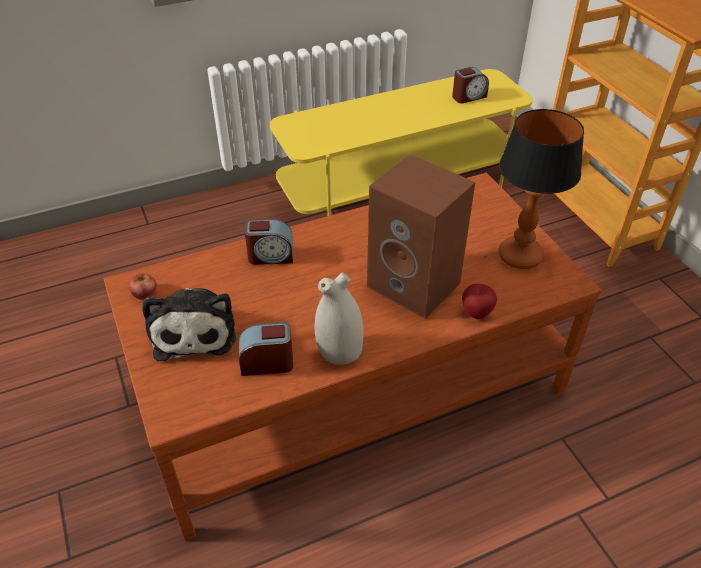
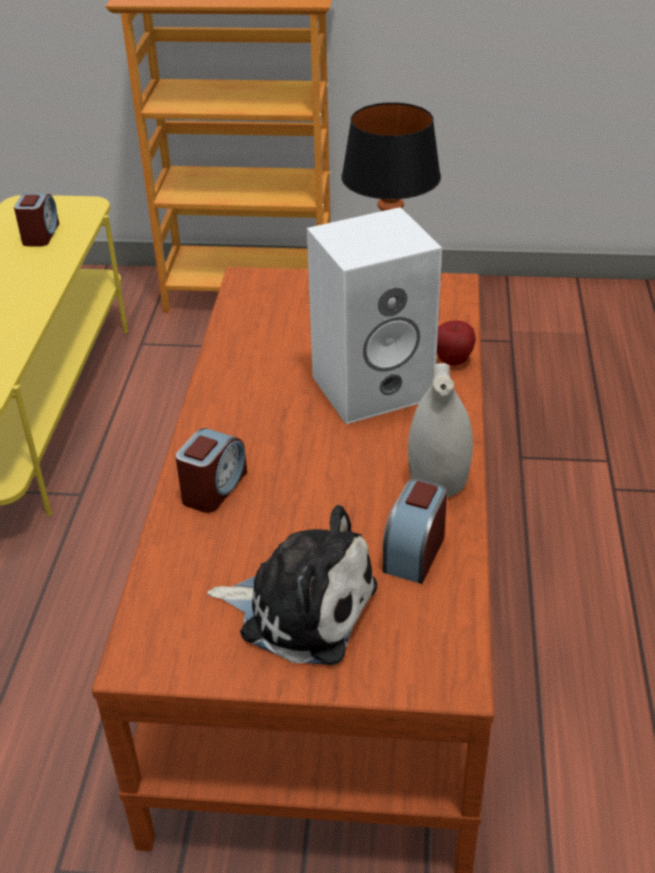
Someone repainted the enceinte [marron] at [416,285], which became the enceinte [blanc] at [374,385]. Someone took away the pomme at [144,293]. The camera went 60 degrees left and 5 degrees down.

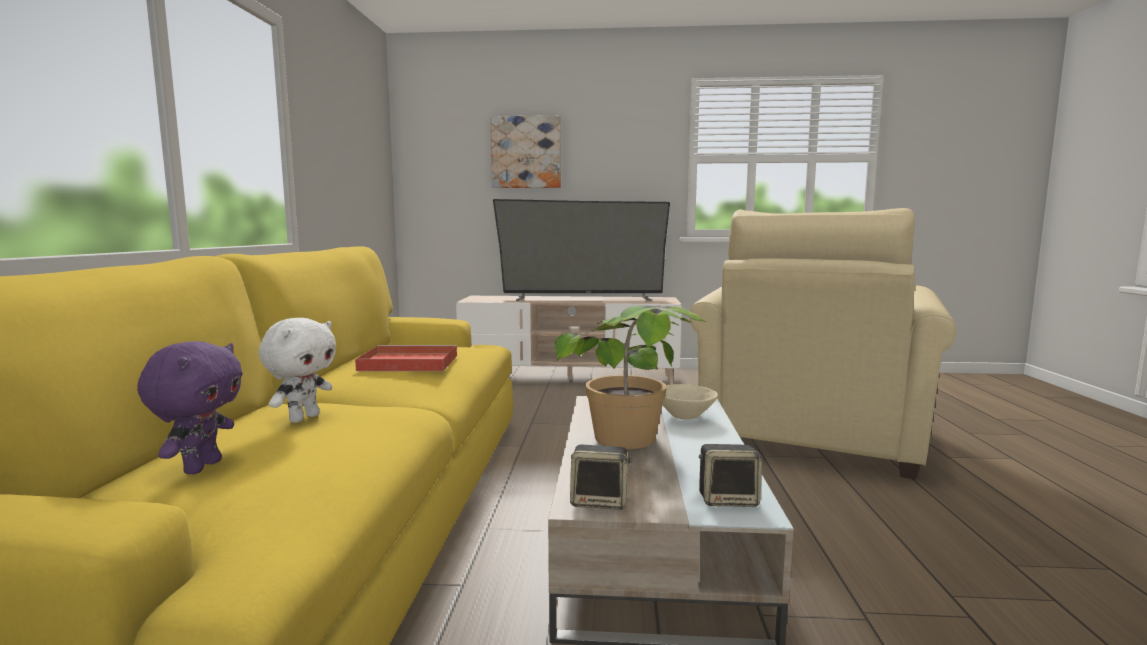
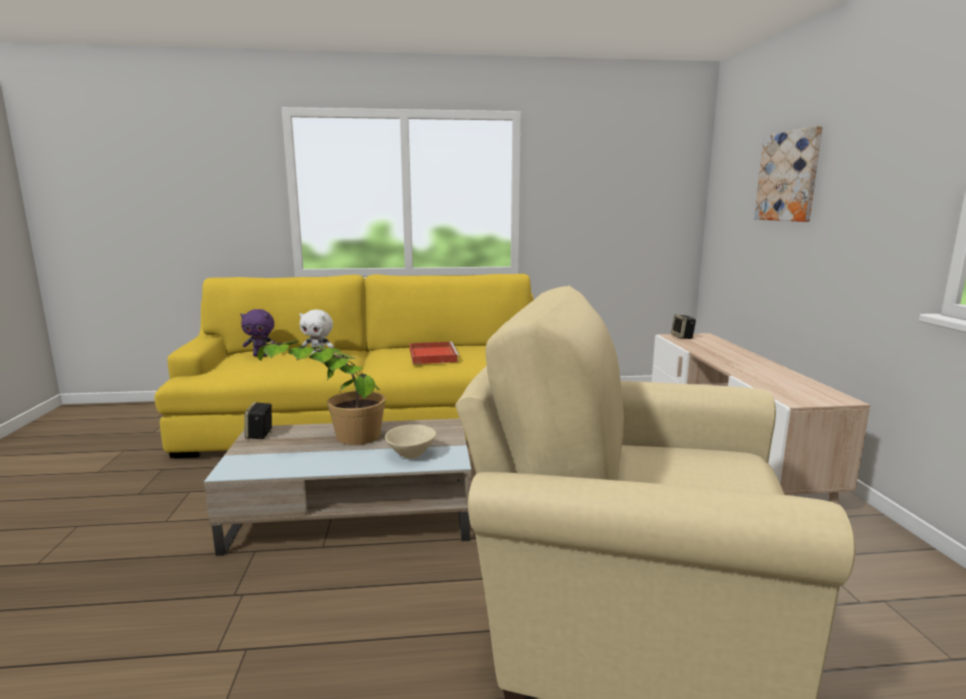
Someone carried the enceinte from [729,499] to [682,337]. Someone took away the téléviseur at [582,299]. The camera went 80 degrees right and 5 degrees up.

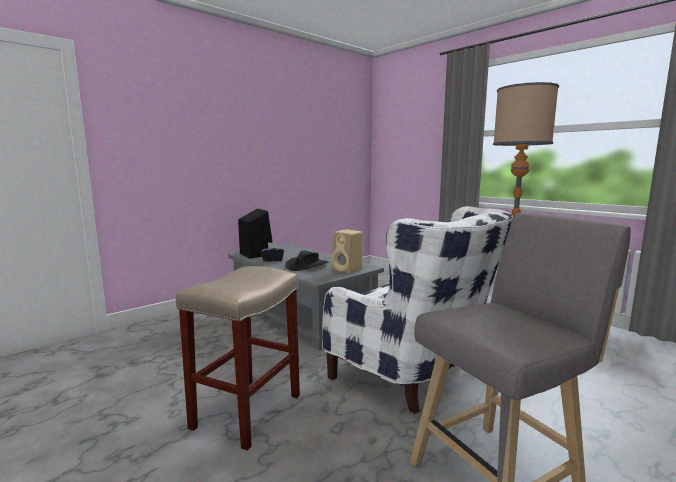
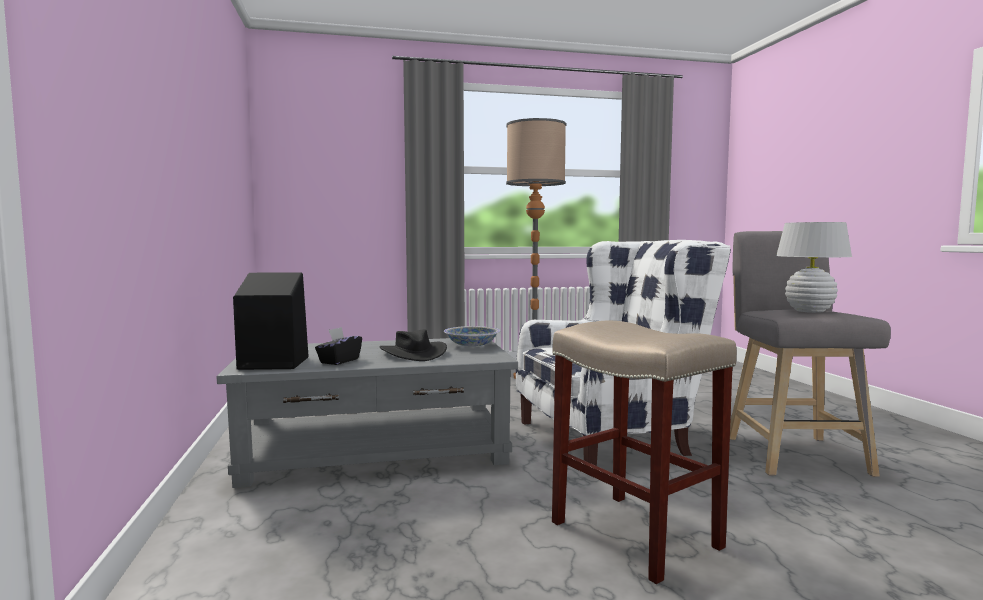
Someone swapped the enceinte [beige] at [348,270] for the bol at [472,345]. Someone put down the lampe de table [blanc] at [809,311]. The camera went 60 degrees left and 5 degrees down.

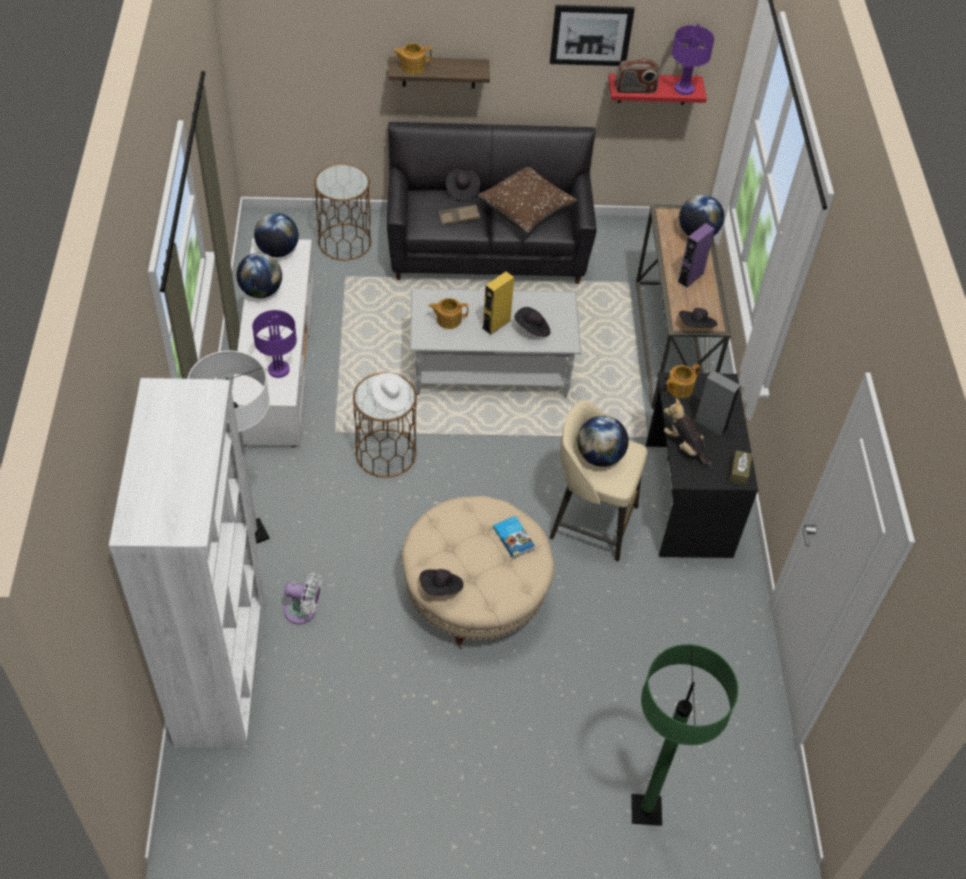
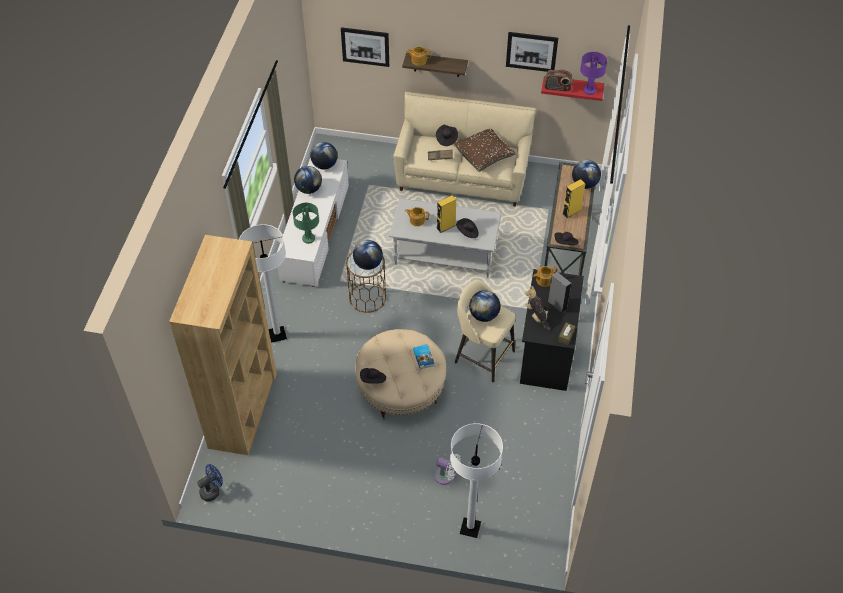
Someone repainted the bibliothèque [blanc] at [221,670], which became the bibliothèque [marron] at [243,410]. Someone put down the ventilateur [bleu] at [212,490]. Someone repainted the lampe de table [violet] at [278,370], which became the lampe de table [vert] at [308,238]. Someone put up the tableau at [365,46]. Someone swapped the chapeau [blanc] at [390,398] for the globe at [368,264]. Someone repainted the canapé [noir] at [487,250], which became the canapé [beige] at [462,178]. Someone carried the ventilateur [blanc] from [303,611] to [446,476]. Someone repainted the lampadaire [vert] at [646,810], which became the lampadaire [blanc] at [470,528]. Someone repainted the enceinte [violet] at [690,277], which became the enceinte [jaune] at [571,212]. Someone took away the table d'appoint [marron] at [344,242]. The camera went 15 degrees right and 0 degrees up.

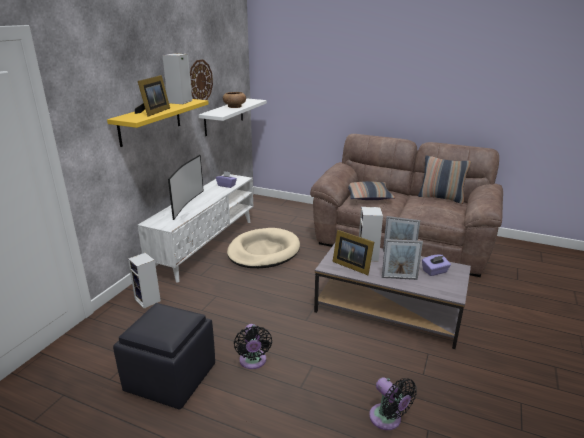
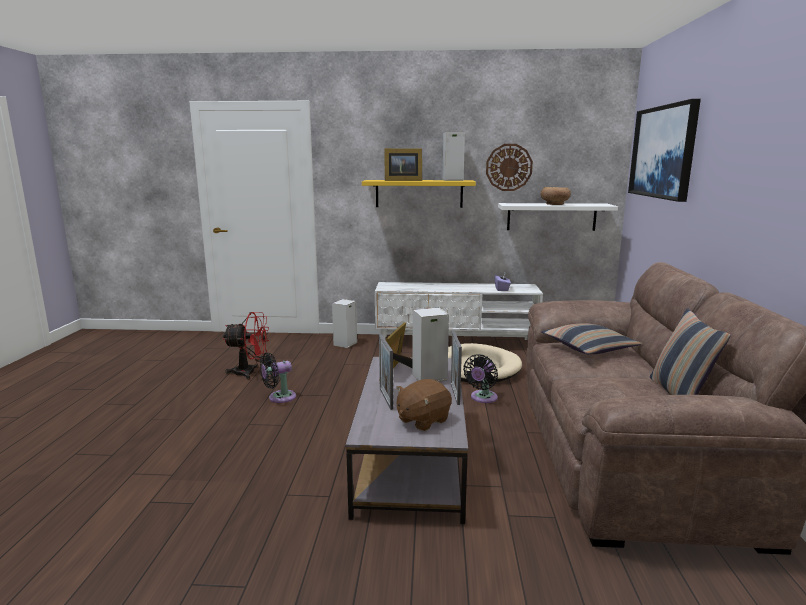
Someone swapped the pouf [noir] at [170,378] for the ventilateur [rouge] at [250,373]. Someone swapped the boîte à mouchoirs [violet] at [435,271] for the peluche [marron] at [422,420]. Someone carried the ventilateur [noir] from [387,419] to [482,398]. Someone put up the tableau at [663,152]. Someone took away the téléviseur at [186,204]. The camera went 70 degrees right and 10 degrees down.

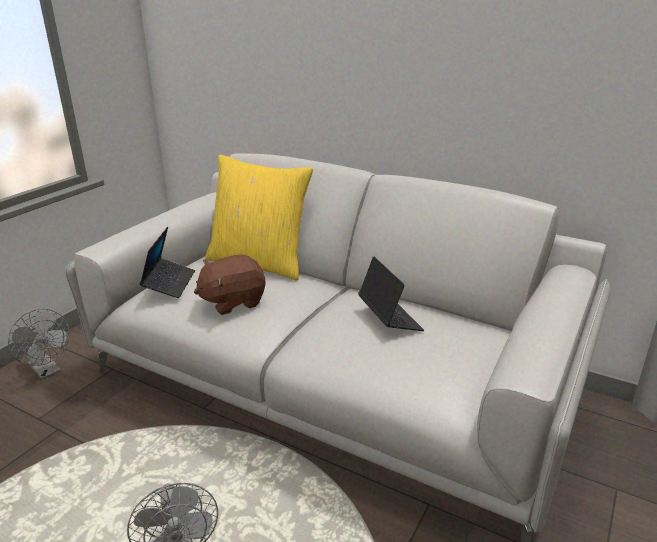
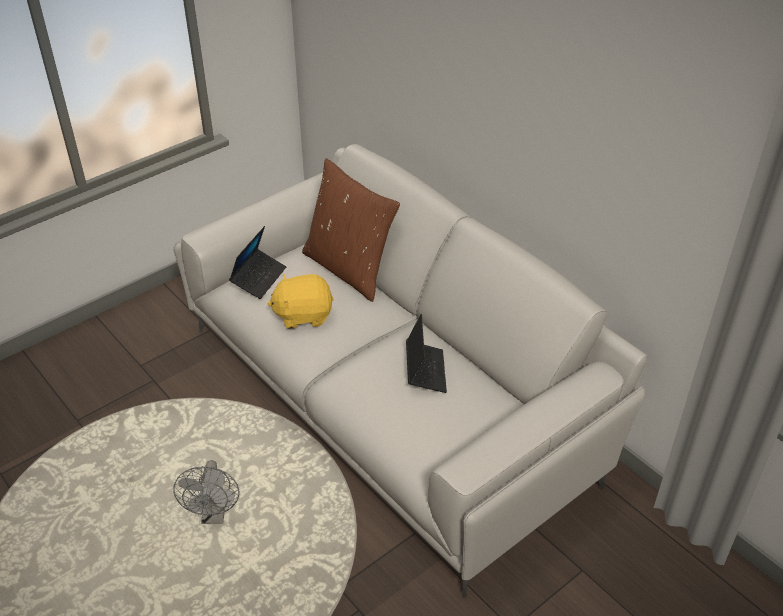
Someone repainted the peluche [marron] at [232,301], which became the peluche [jaune] at [303,315]. Someone repainted the coussin [jaune] at [259,262], which became the coussin [marron] at [349,269]. Someone took away the ventilateur [gris] at [48,371]. The camera went 20 degrees right and 15 degrees up.

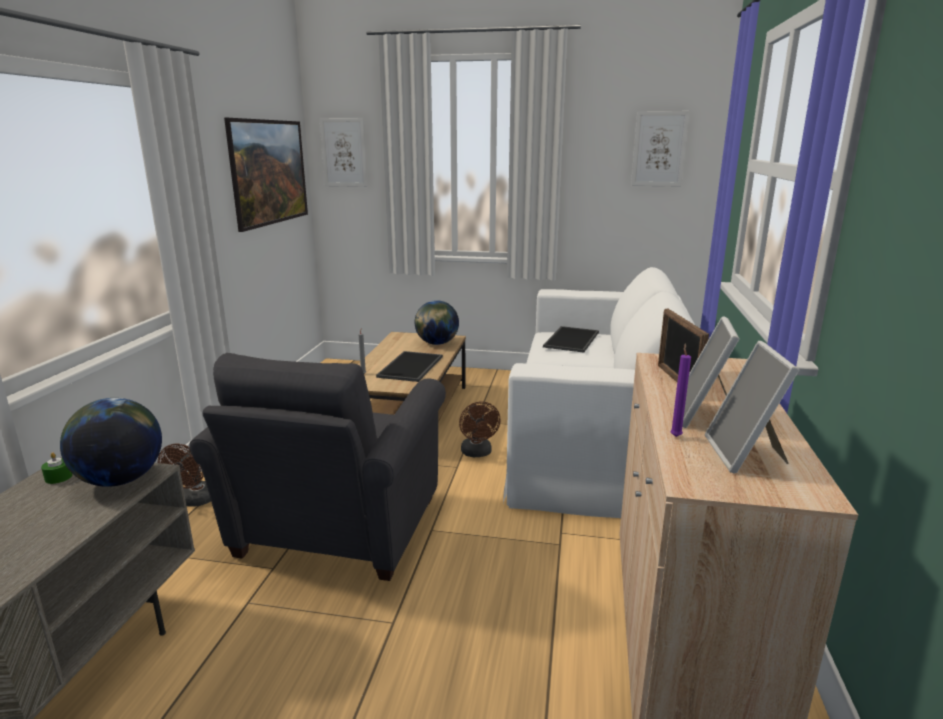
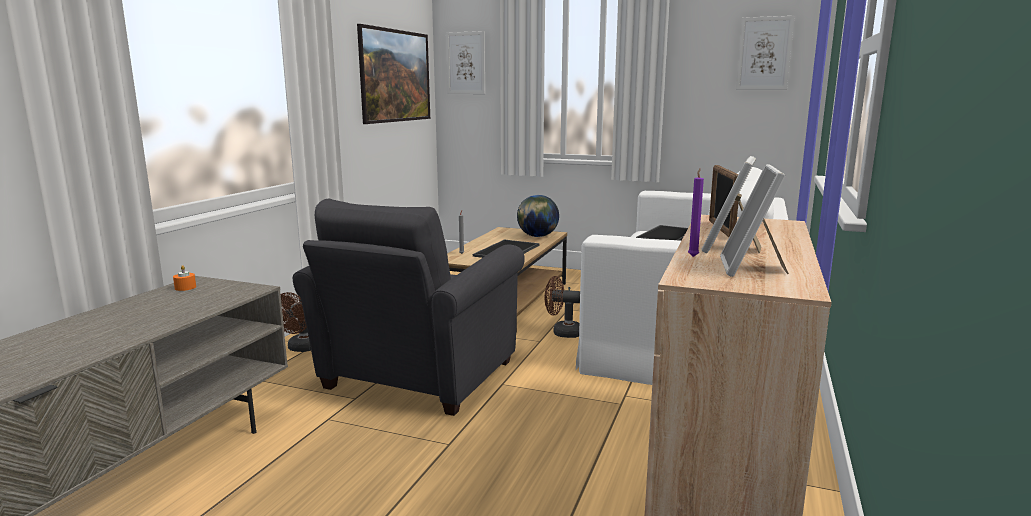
Someone repainted the bougie [vert] at [58,477], which became the bougie [orange] at [185,287]. Someone rotated the ventilateur [marron] at [477,453] by 105 degrees clockwise. Someone took away the globe at [120,479]. The camera went 10 degrees right and 5 degrees down.

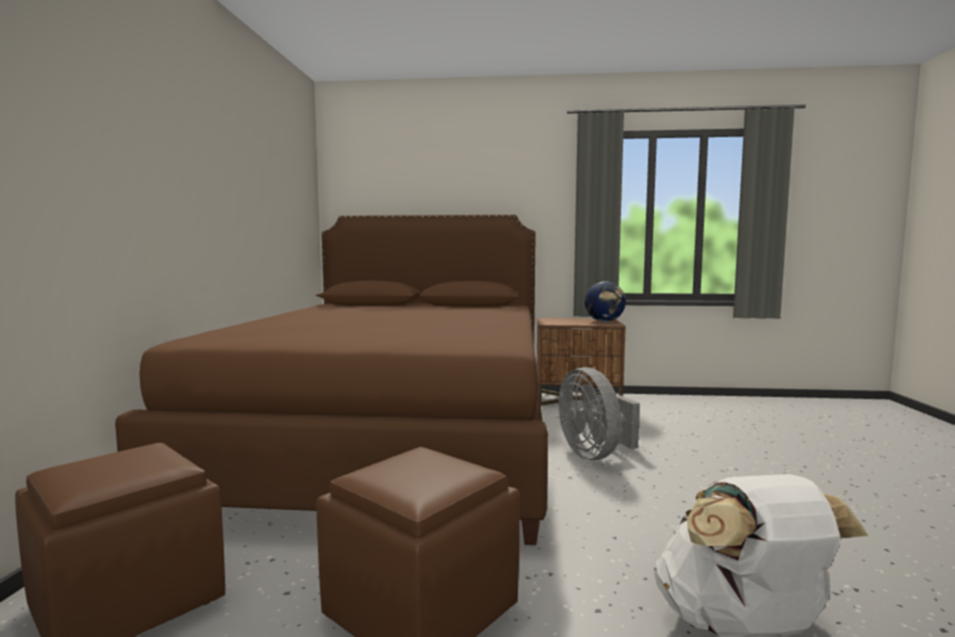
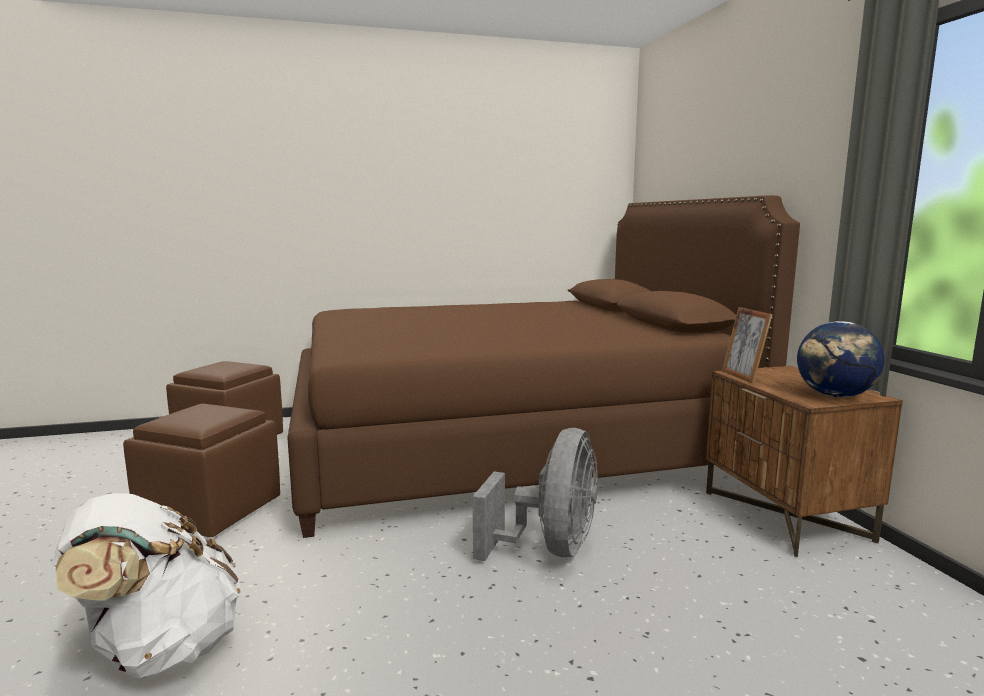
Someone rotated the ventilateur [gris] at [594,454] by 150 degrees clockwise. Someone put down the cadre photo at [743,377]. The camera went 70 degrees right and 5 degrees up.

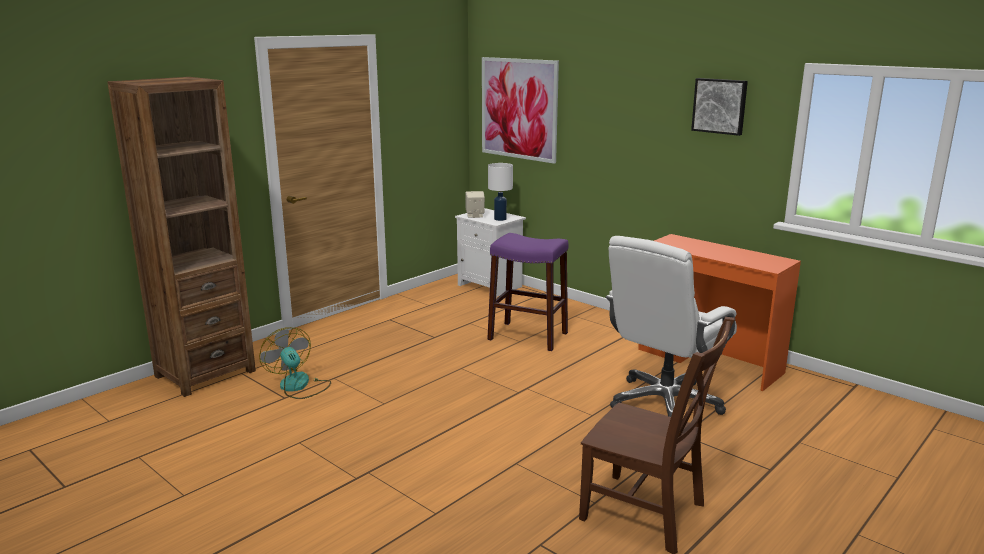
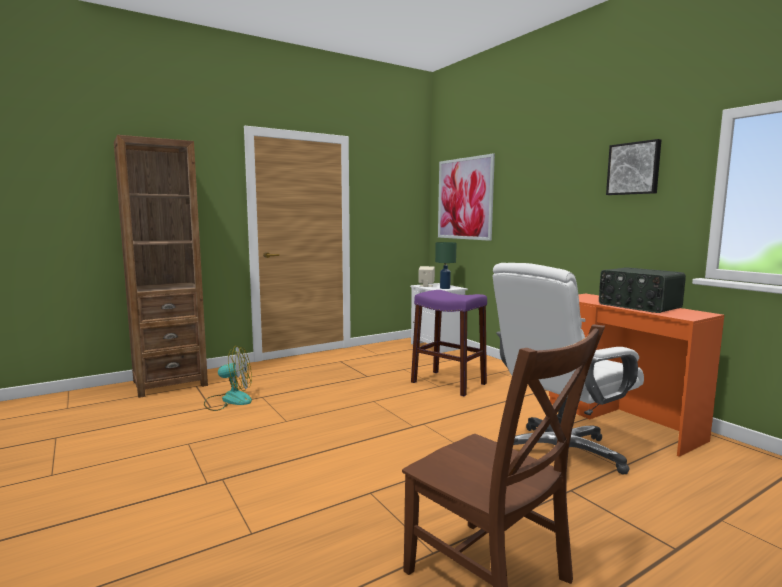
Someone rotated the ventilateur at [298,386] by 105 degrees clockwise. Someone repainted the lampe de table [blanc] at [500,219], which became the lampe de table [vert] at [445,288]. Someone put down the radio at [638,306]. The camera went 15 degrees right and 10 degrees down.

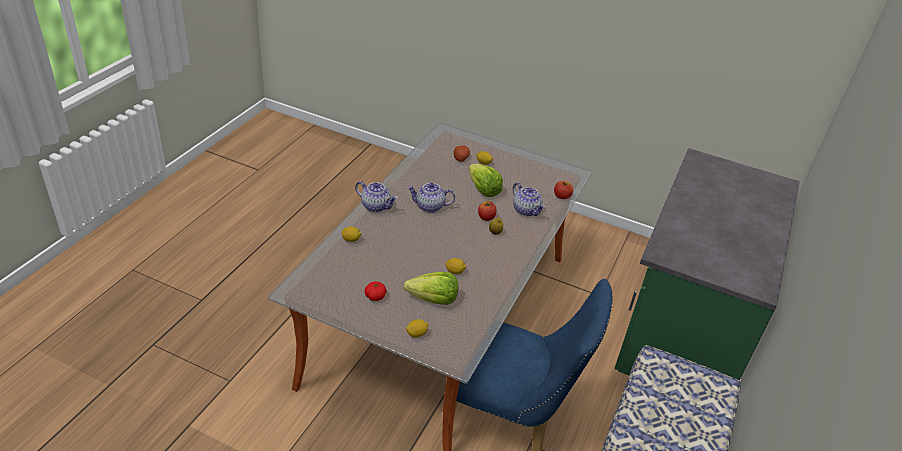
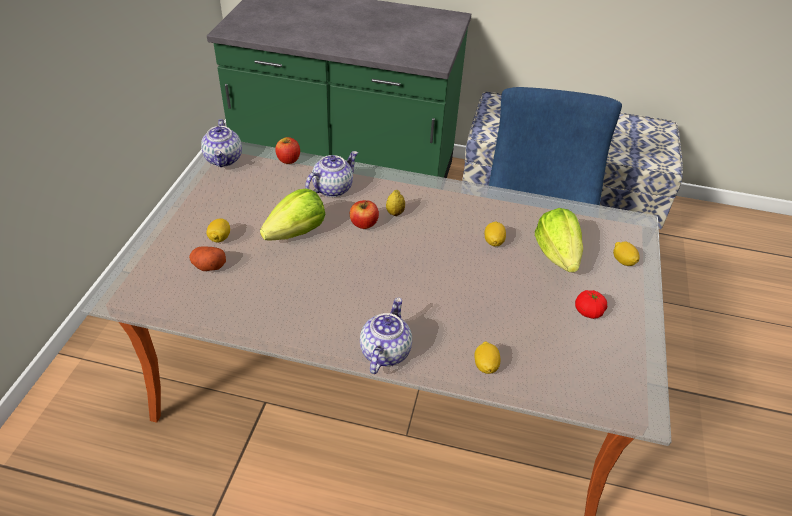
Someone carried the théière from [429,207] to [224,159]. The camera went 100 degrees left and 5 degrees up.

